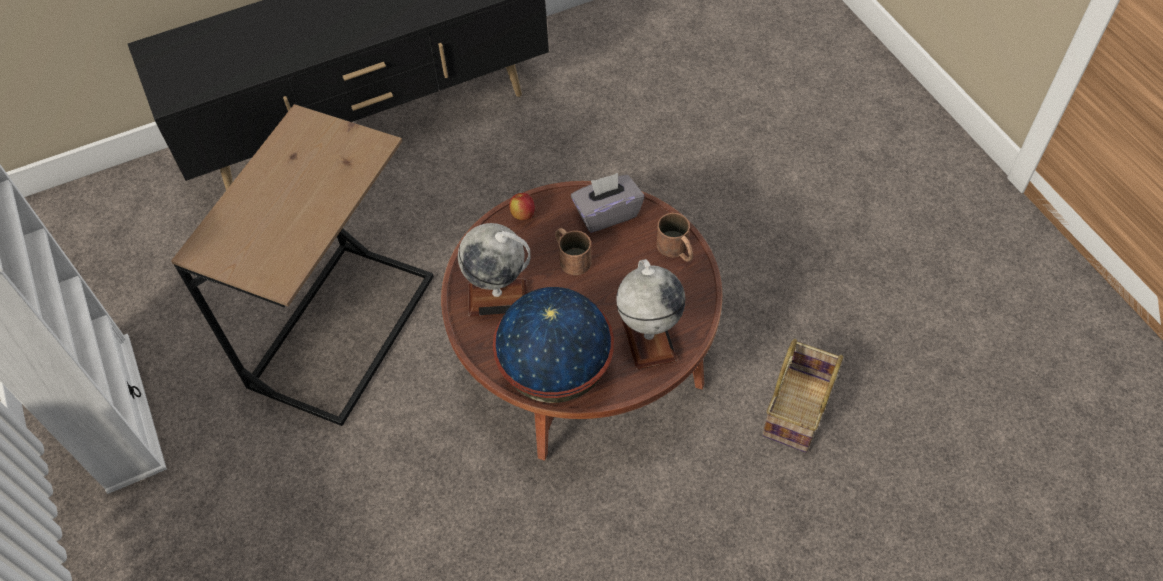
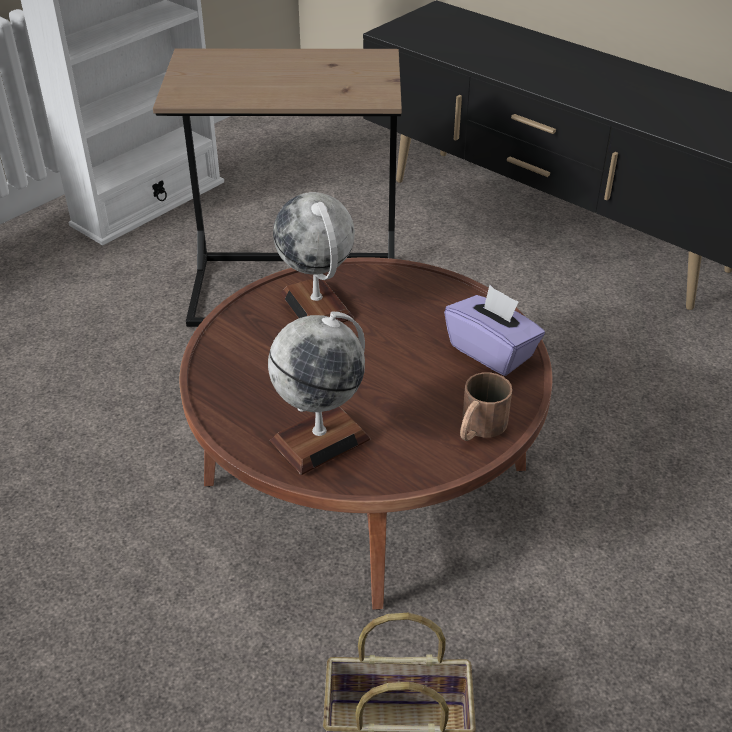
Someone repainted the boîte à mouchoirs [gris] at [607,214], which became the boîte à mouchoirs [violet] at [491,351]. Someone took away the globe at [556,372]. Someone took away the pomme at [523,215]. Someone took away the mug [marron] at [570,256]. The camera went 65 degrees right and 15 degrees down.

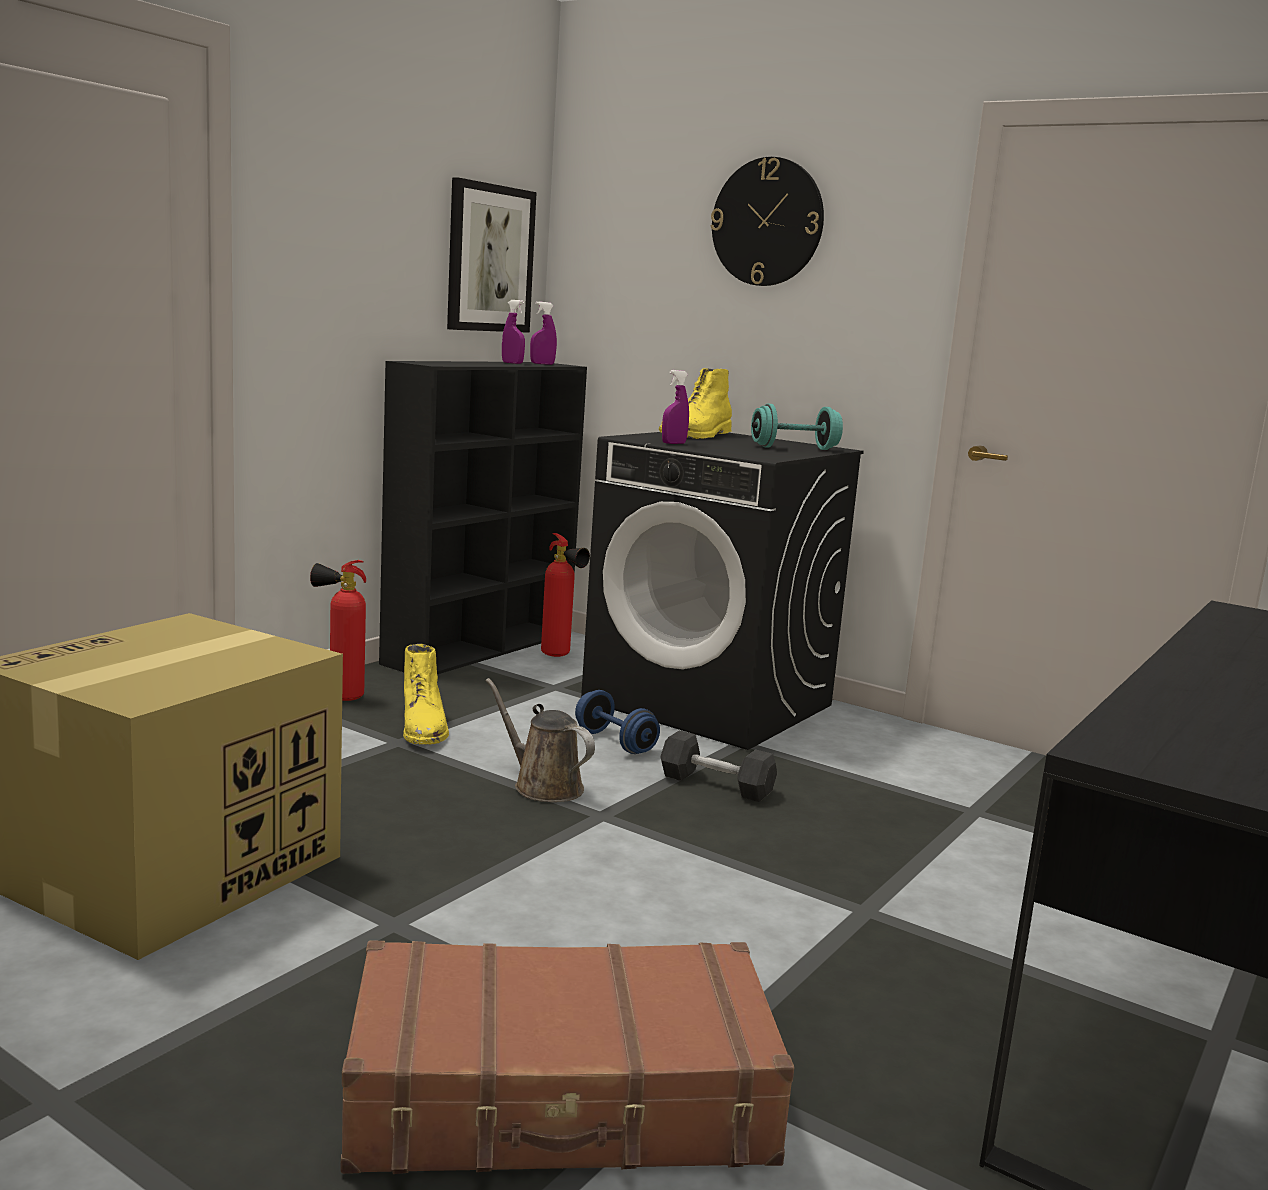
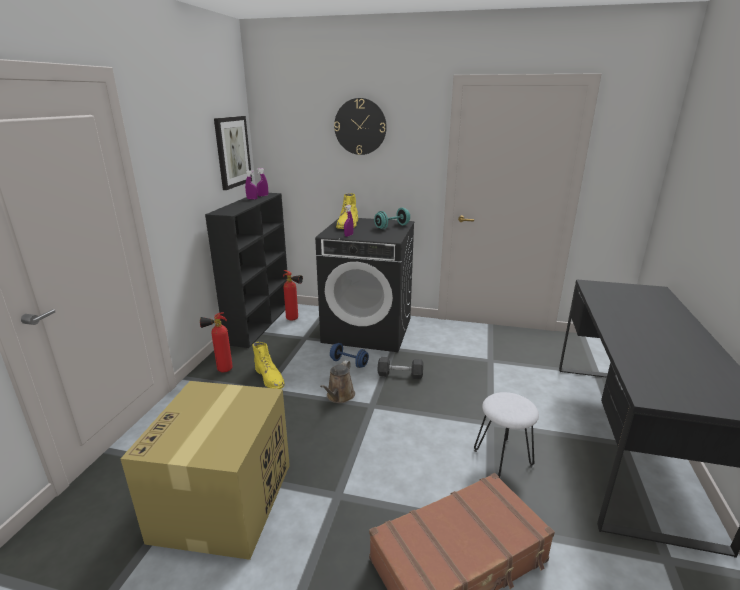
Someone rotated the arrosoir [marron] at [543,786] by 90 degrees counterclockwise. Someone put down the tabouret [blanc] at [502,457]. The camera went 20 degrees left and 10 degrees up.

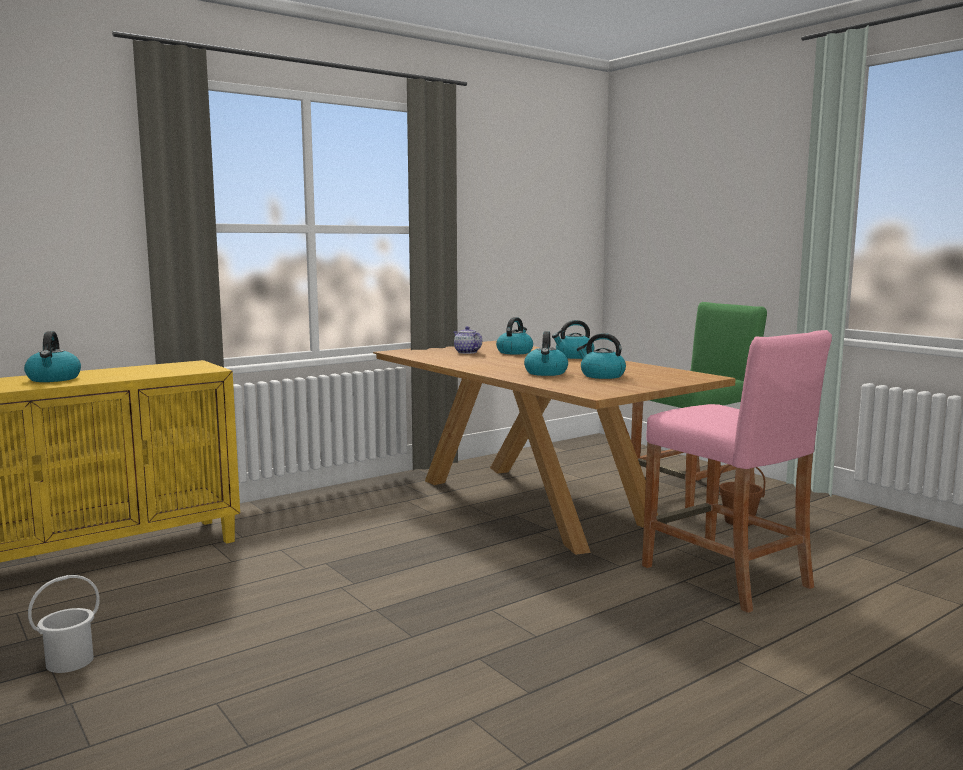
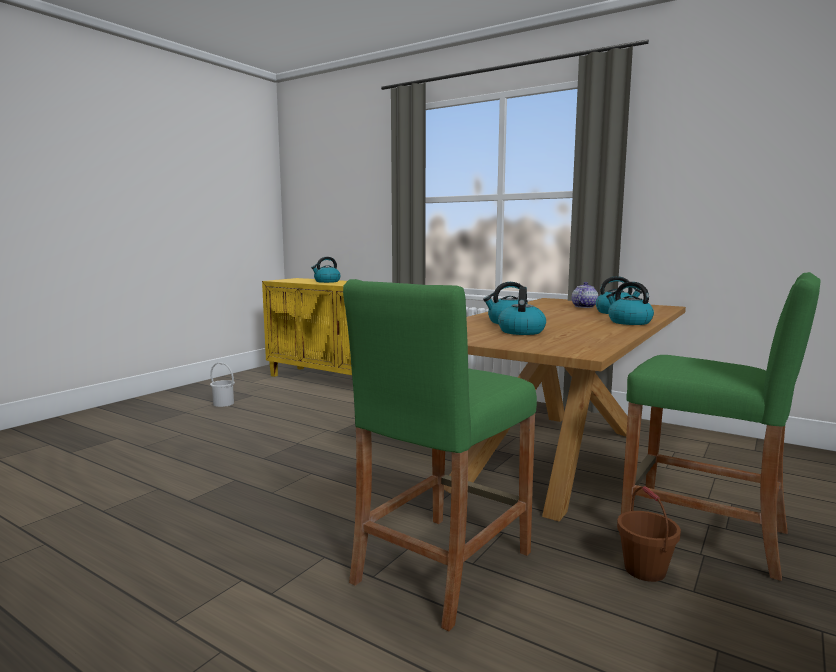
Someone repainted the tabouret [rose] at [725,576], which became the tabouret [vert] at [442,566]. The camera went 70 degrees right and 0 degrees up.

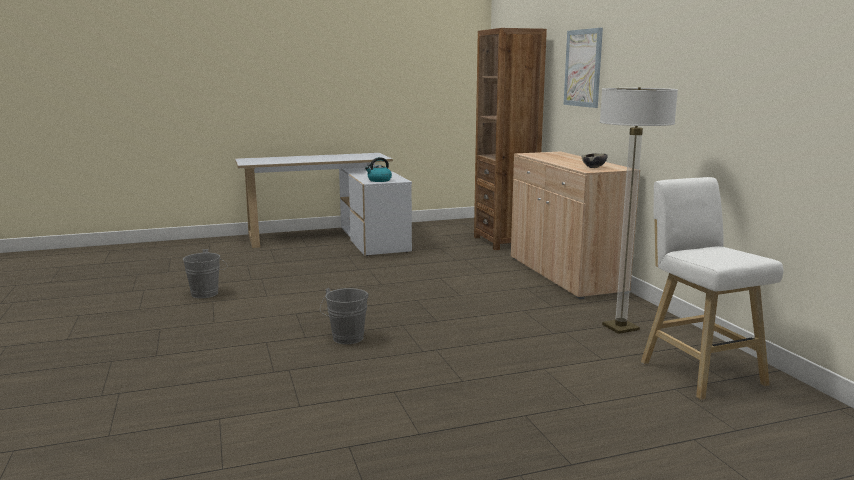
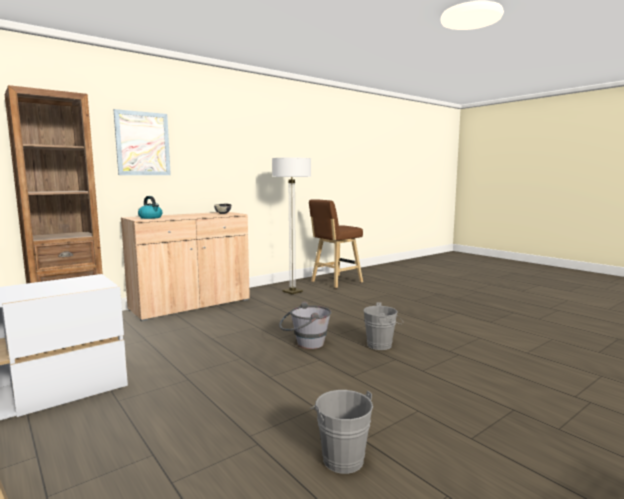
Someone carried the bouilloire from [379,180] to [151,217]. Someone put down the seau [gris] at [305,344]. Someone repainted the tabouret [blanc] at [698,371], which became the tabouret [marron] at [335,282]. The camera went 110 degrees left and 5 degrees down.

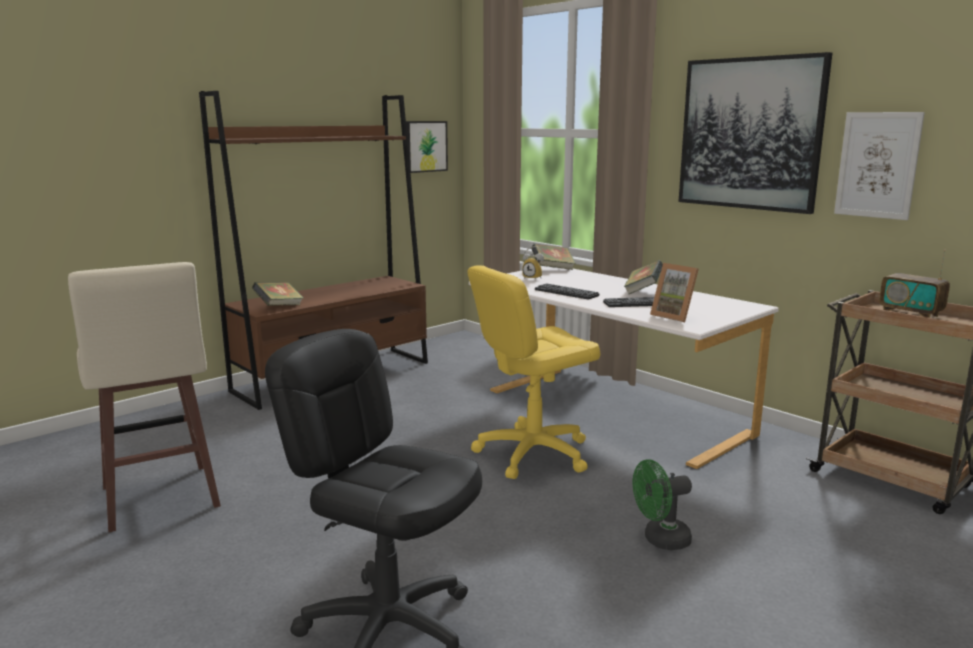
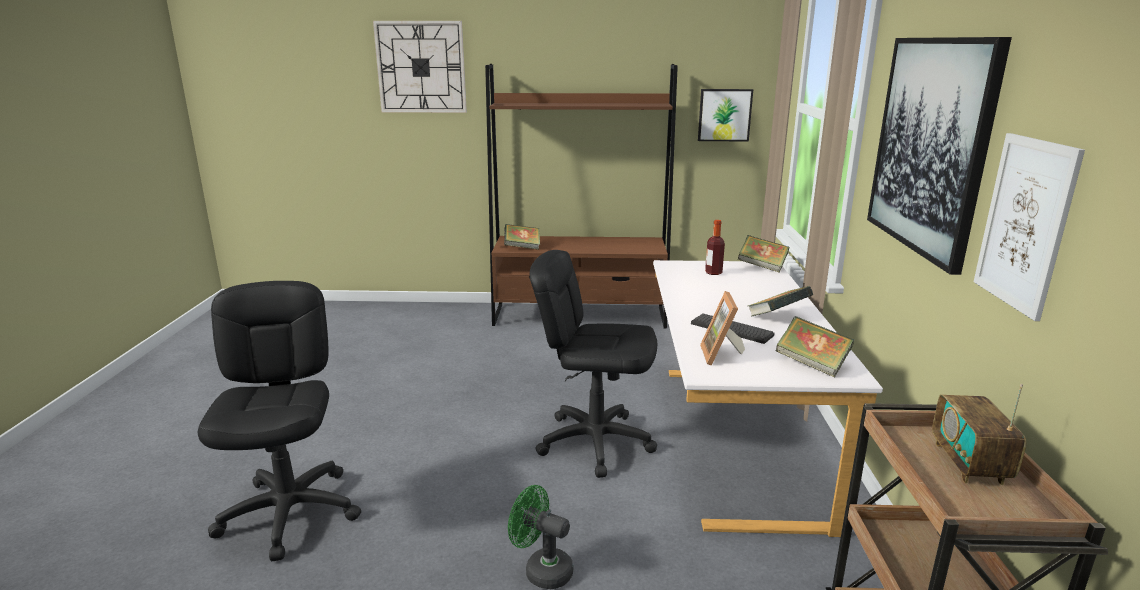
Someone put up the horloge murale at [421,67]. Someone repainted the chaise de bureau [jaune] at [532,453], which became the chaise de bureau [noir] at [595,442]. Someone swapped the réveil at [534,278] for the bouteille at [713,273]. Someone put down the livre at [812,364]. Someone took away the tabouret [beige] at [159,499]. Someone took away the clavier at [566,292]. The camera went 45 degrees right and 5 degrees up.

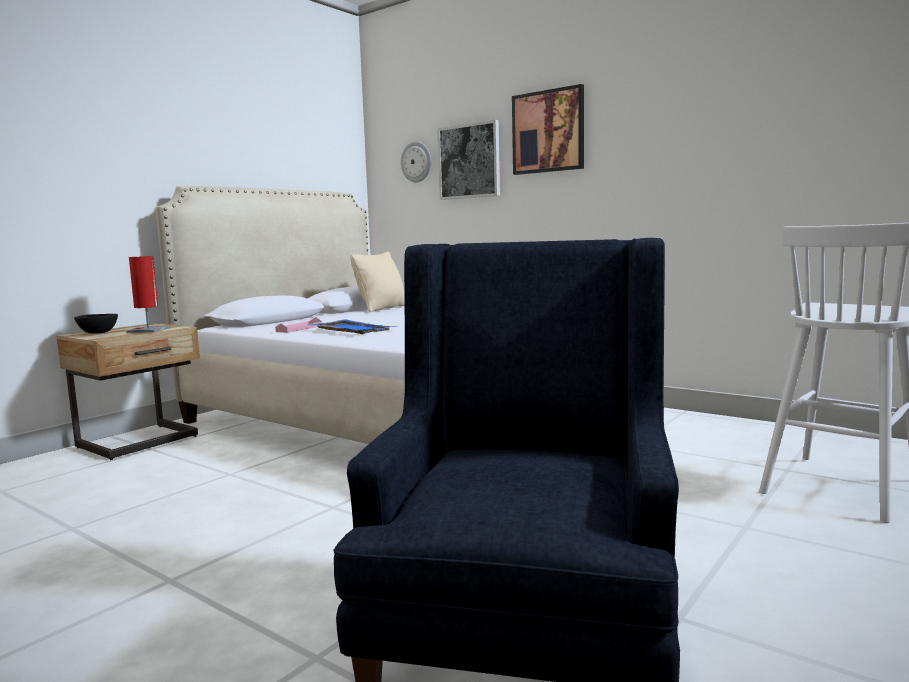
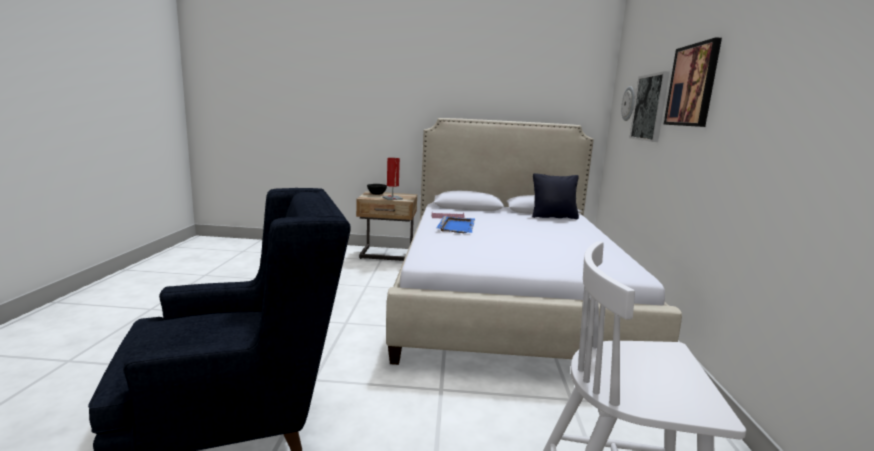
Someone repainted the coussin [beige] at [381,308], which became the coussin [noir] at [553,217]. The camera went 55 degrees right and 5 degrees up.

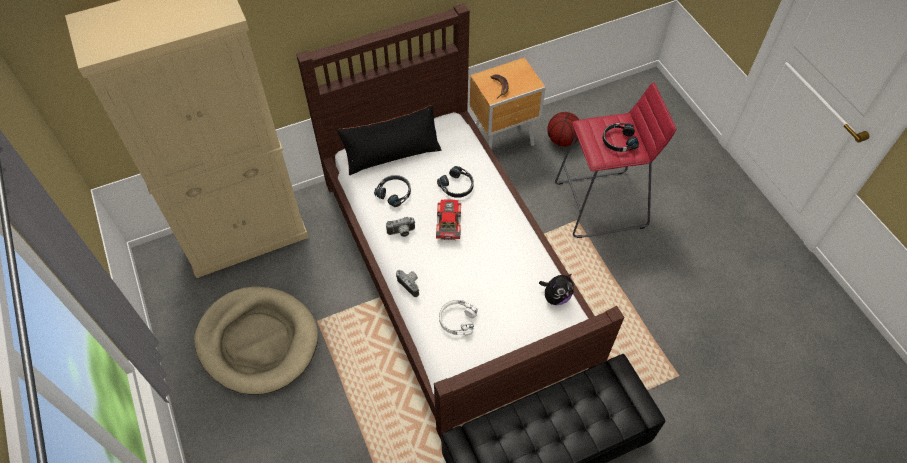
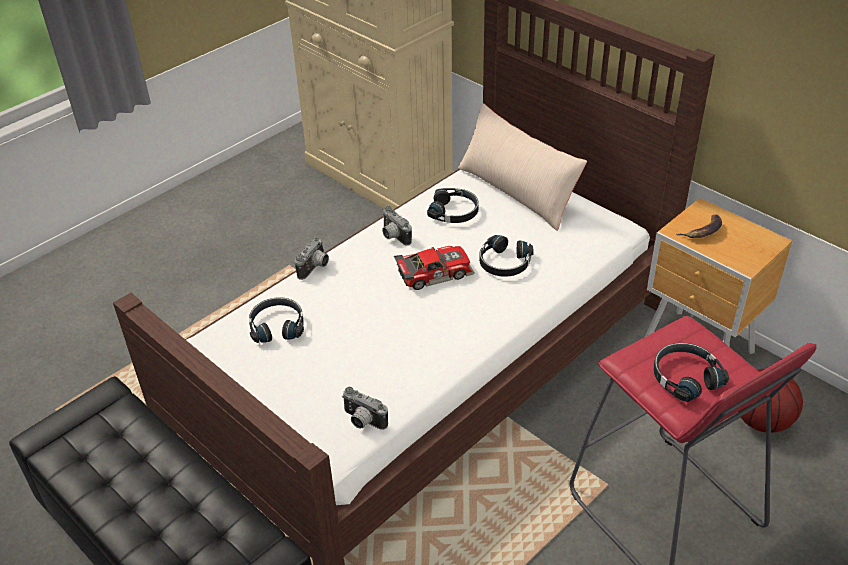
Someone repainted the casque audio [blanc] at [457,320], which became the casque audio [noir] at [277,326]. Someone swapped the peluche at [556,296] for the appareil photo at [362,421]. Someone repainted the coussin [noir] at [392,154], which became the coussin [beige] at [517,191]. Someone took away the panier pour chien [beige] at [258,341]. The camera went 70 degrees right and 15 degrees down.

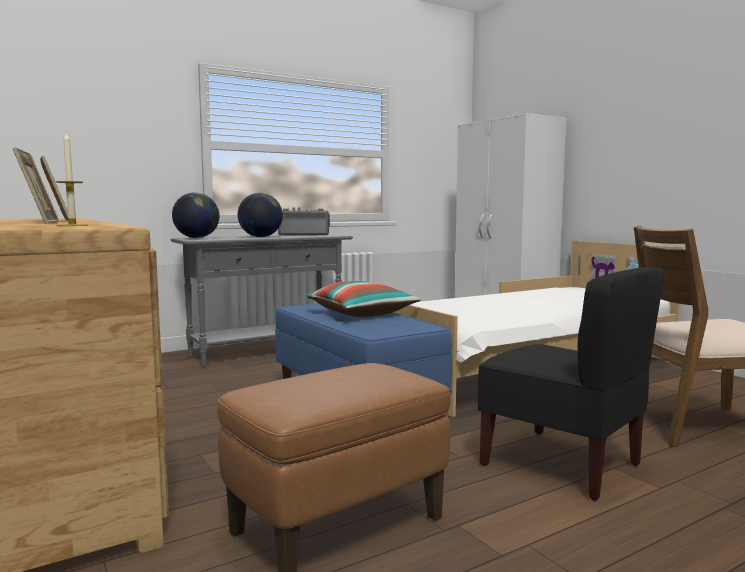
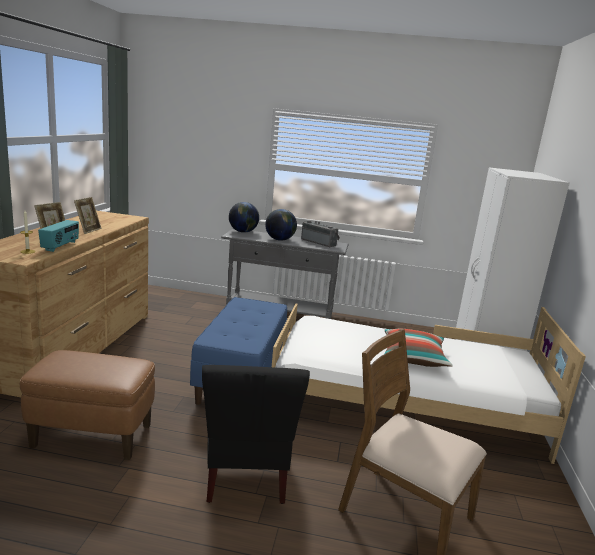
Someone put down the radio at [61,246]. Someone carried the coussin from [361,313] to [413,357]. The camera went 40 degrees right and 10 degrees up.

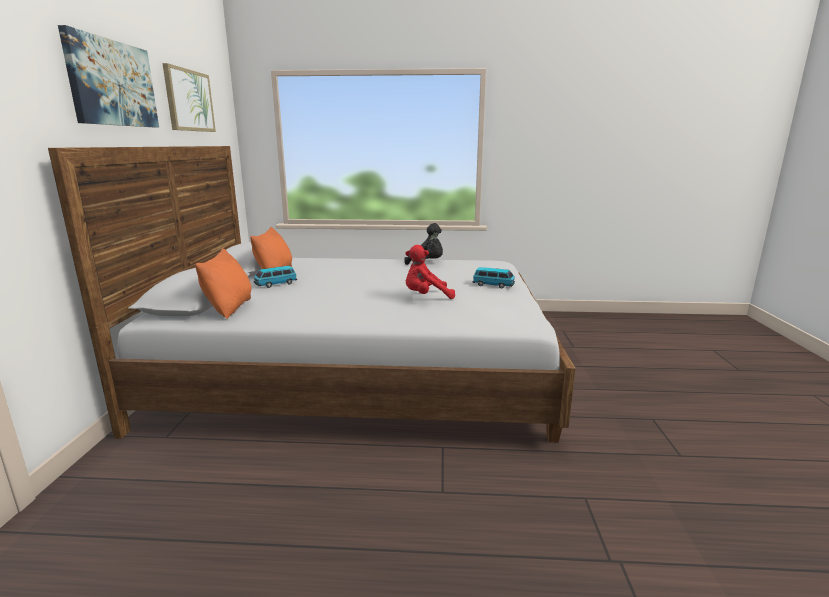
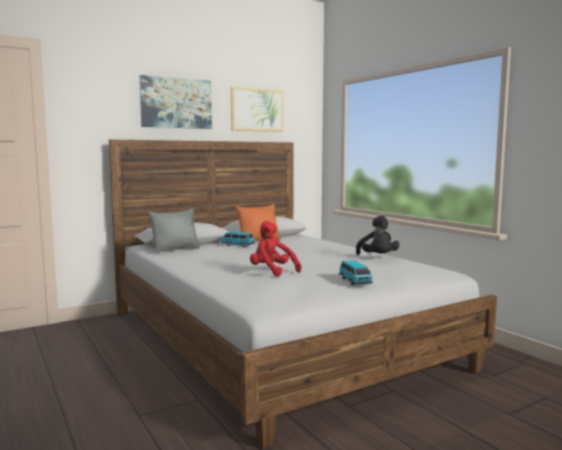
Someone repainted the coussin [orange] at [229,308], which became the coussin [gris] at [176,249]. The camera went 55 degrees right and 10 degrees down.

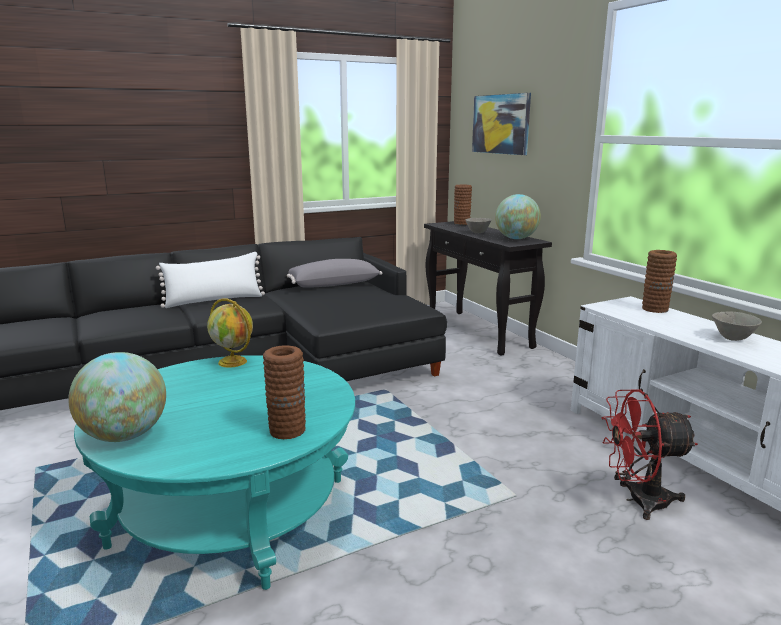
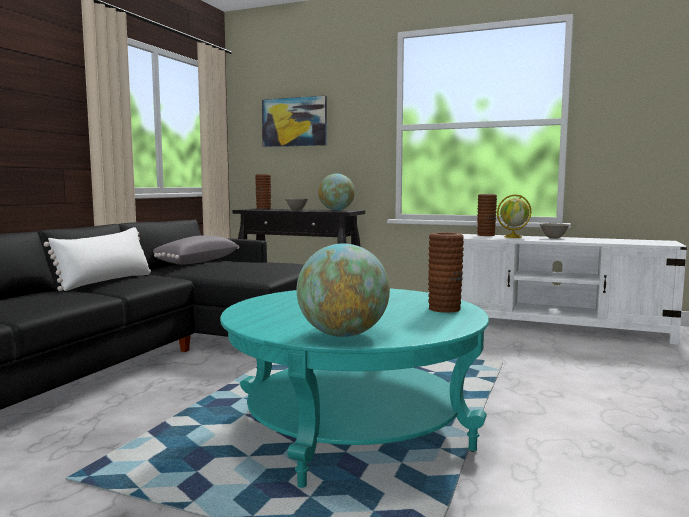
Someone carried the globe from [233,362] to [513,237]. Someone took away the ventilateur [rouge] at [638,500]. The camera went 40 degrees left and 10 degrees down.

